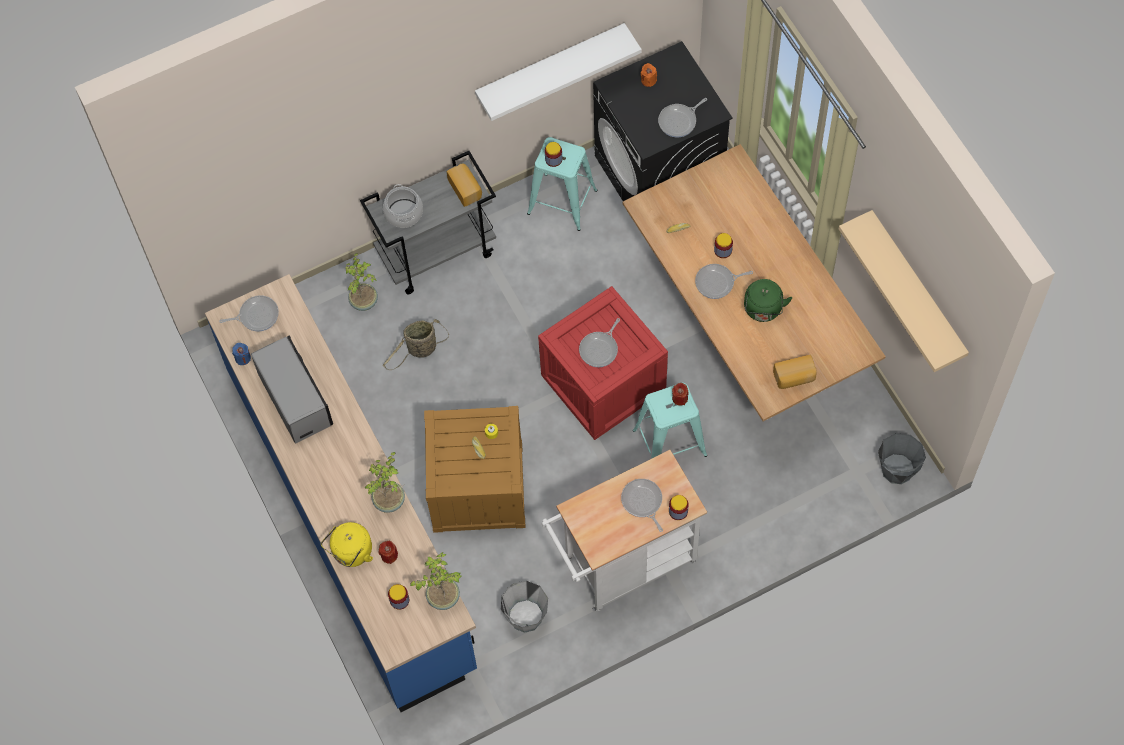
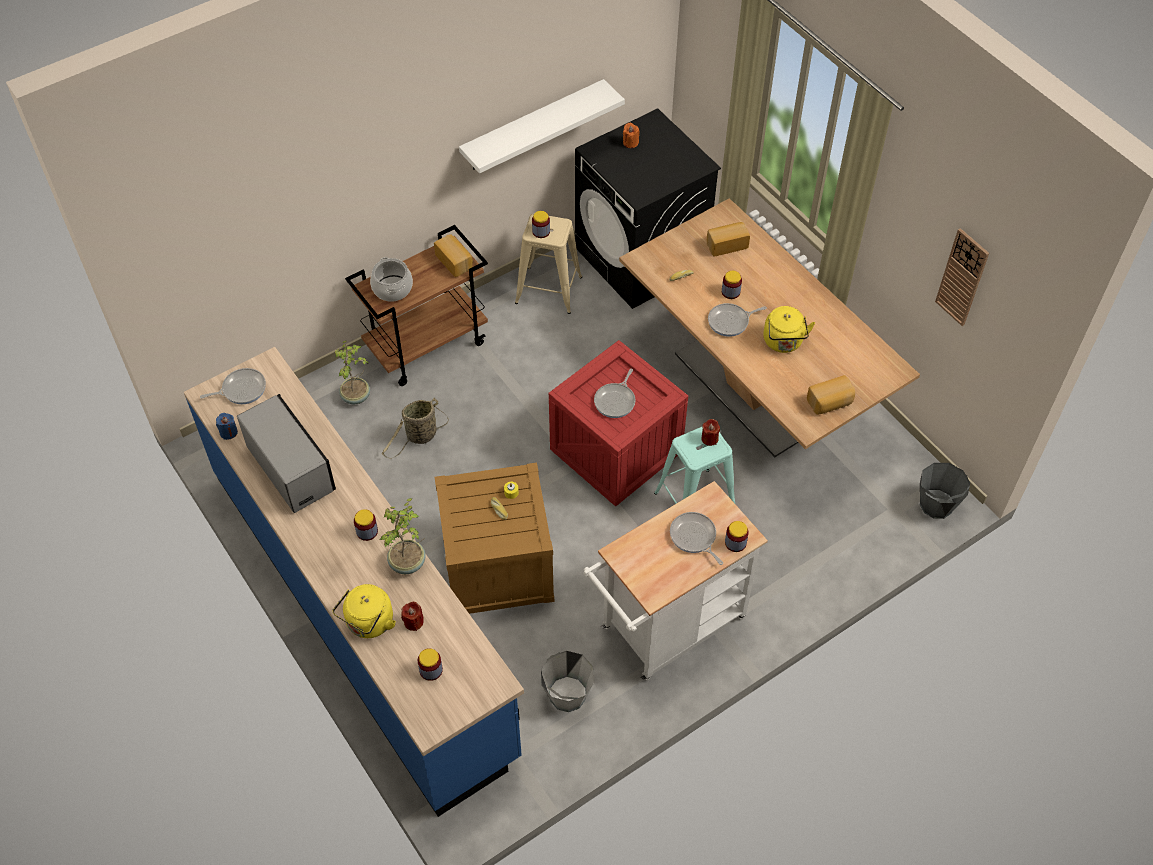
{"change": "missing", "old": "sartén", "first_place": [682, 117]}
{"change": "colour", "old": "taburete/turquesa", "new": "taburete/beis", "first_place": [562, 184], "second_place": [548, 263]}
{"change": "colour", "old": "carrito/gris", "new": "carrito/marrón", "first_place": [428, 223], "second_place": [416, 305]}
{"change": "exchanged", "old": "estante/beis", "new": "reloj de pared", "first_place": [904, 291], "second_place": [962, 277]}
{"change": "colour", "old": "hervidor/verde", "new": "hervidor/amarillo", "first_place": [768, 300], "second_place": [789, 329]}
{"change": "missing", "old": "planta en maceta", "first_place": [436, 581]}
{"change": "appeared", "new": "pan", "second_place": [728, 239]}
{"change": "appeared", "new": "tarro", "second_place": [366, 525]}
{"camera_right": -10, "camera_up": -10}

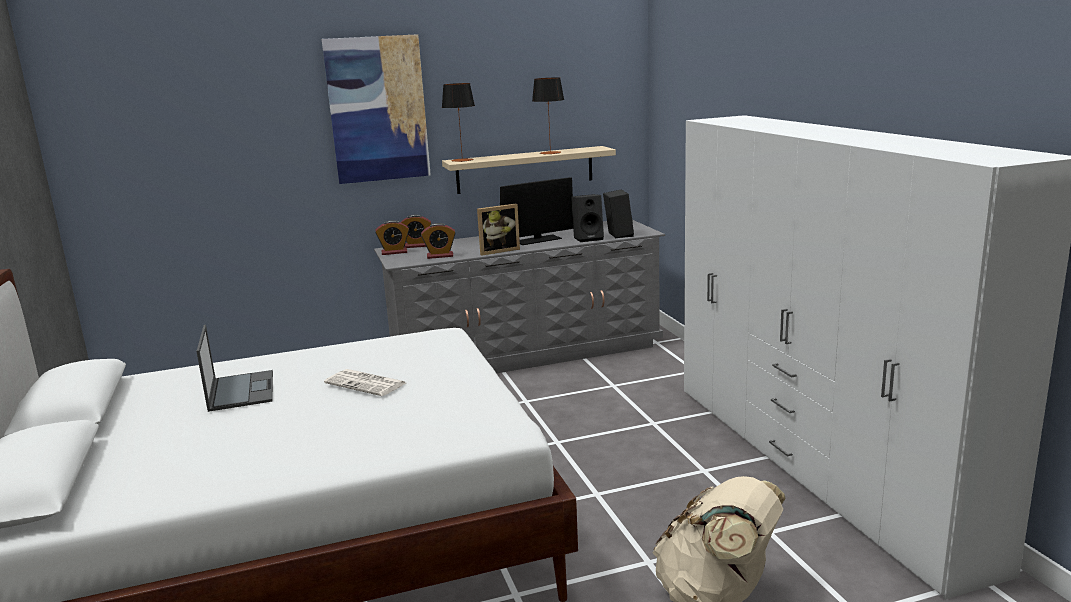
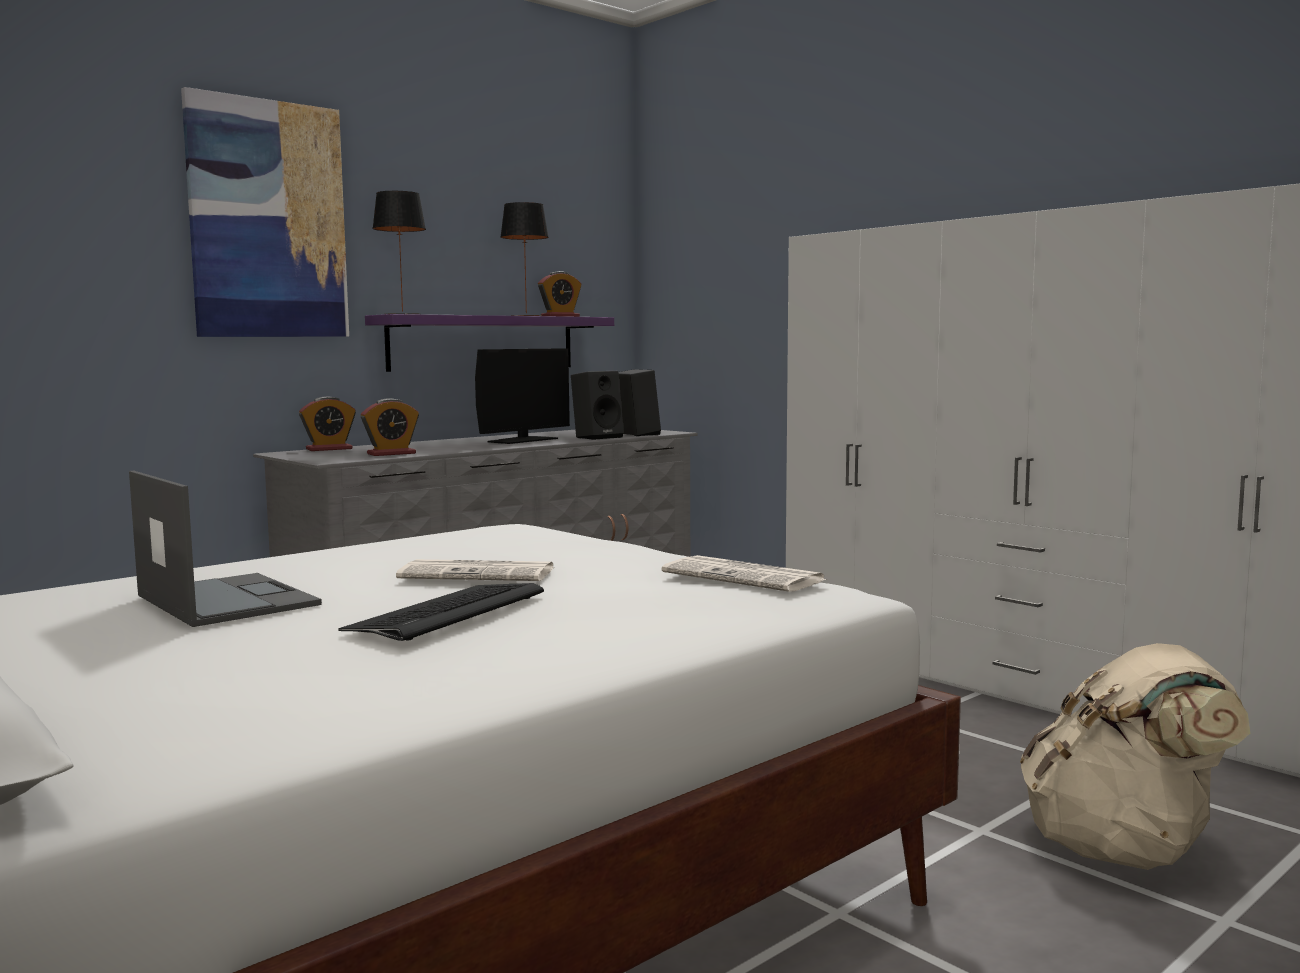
{"change": "colour", "old": "estante/beis", "new": "estante/morado", "first_place": [529, 170], "second_place": [489, 343]}
{"change": "missing", "old": "portarretratos", "first_place": [498, 229]}
{"change": "relocated", "old": "despertador", "first_place": [392, 237], "second_place": [559, 294]}
{"change": "appeared", "new": "periódico", "second_place": [744, 573]}
{"change": "appeared", "new": "teclado", "second_place": [441, 612]}
{"camera_right": -25, "camera_up": -10}

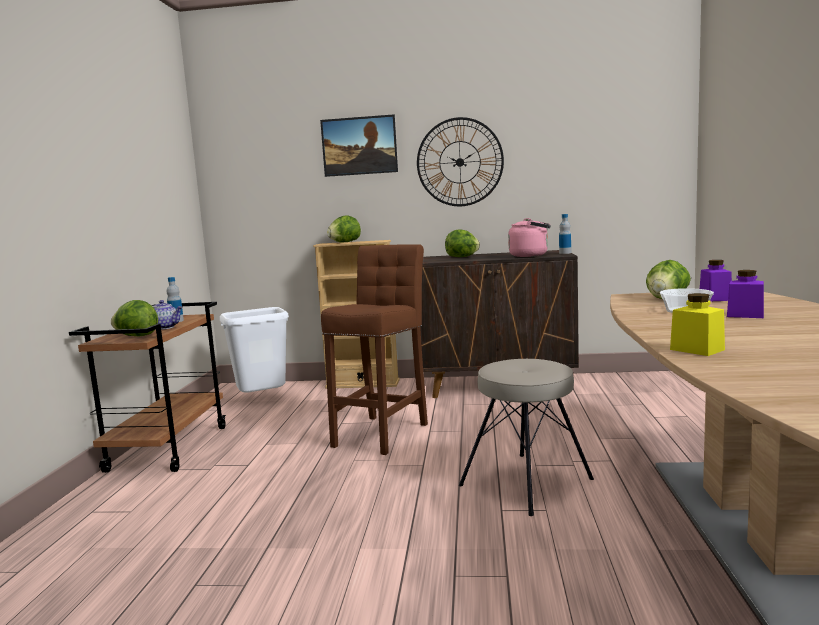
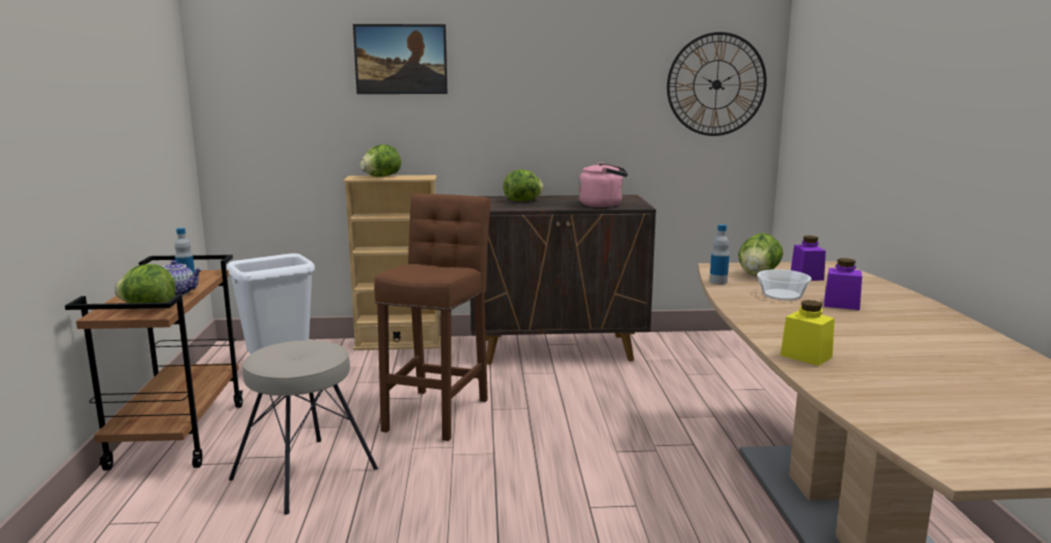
{"change": "relocated", "old": "reloj de pared", "first_place": [460, 161], "second_place": [717, 84]}
{"change": "relocated", "old": "botella", "first_place": [565, 234], "second_place": [719, 254]}
{"change": "relocated", "old": "taburete/beis", "first_place": [526, 437], "second_place": [303, 427]}
{"camera_right": -10, "camera_up": 5}

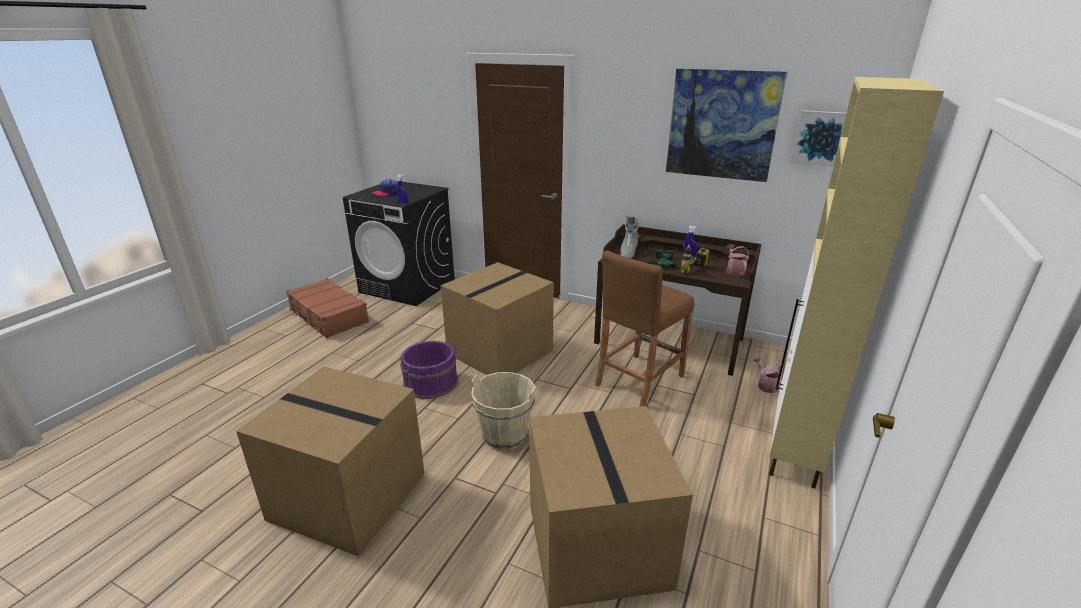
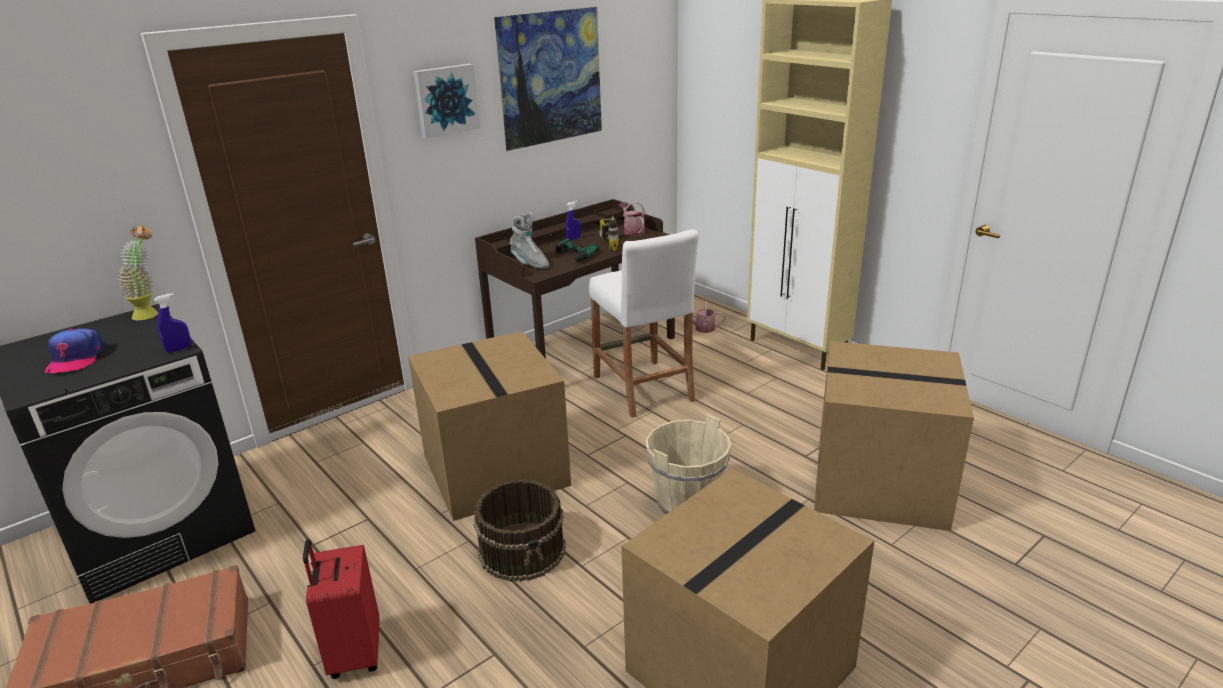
{"change": "relocated", "old": "cuadro", "first_place": [818, 138], "second_place": [446, 101]}
{"change": "spun", "old": "regadera", "first_place": [737, 260], "second_place": [631, 219], "degrees": 45}
{"change": "colour", "old": "taburete/marrón", "new": "taburete/blanco", "first_place": [644, 328], "second_place": [644, 324]}
{"change": "colour", "old": "cubo/morado", "new": "cubo/marrón", "first_place": [429, 369], "second_place": [520, 530]}
{"change": "appeared", "new": "planta en maceta", "second_place": [137, 272]}
{"change": "appeared", "new": "maleta/rojo", "second_place": [341, 609]}
{"camera_right": -65, "camera_up": 0}

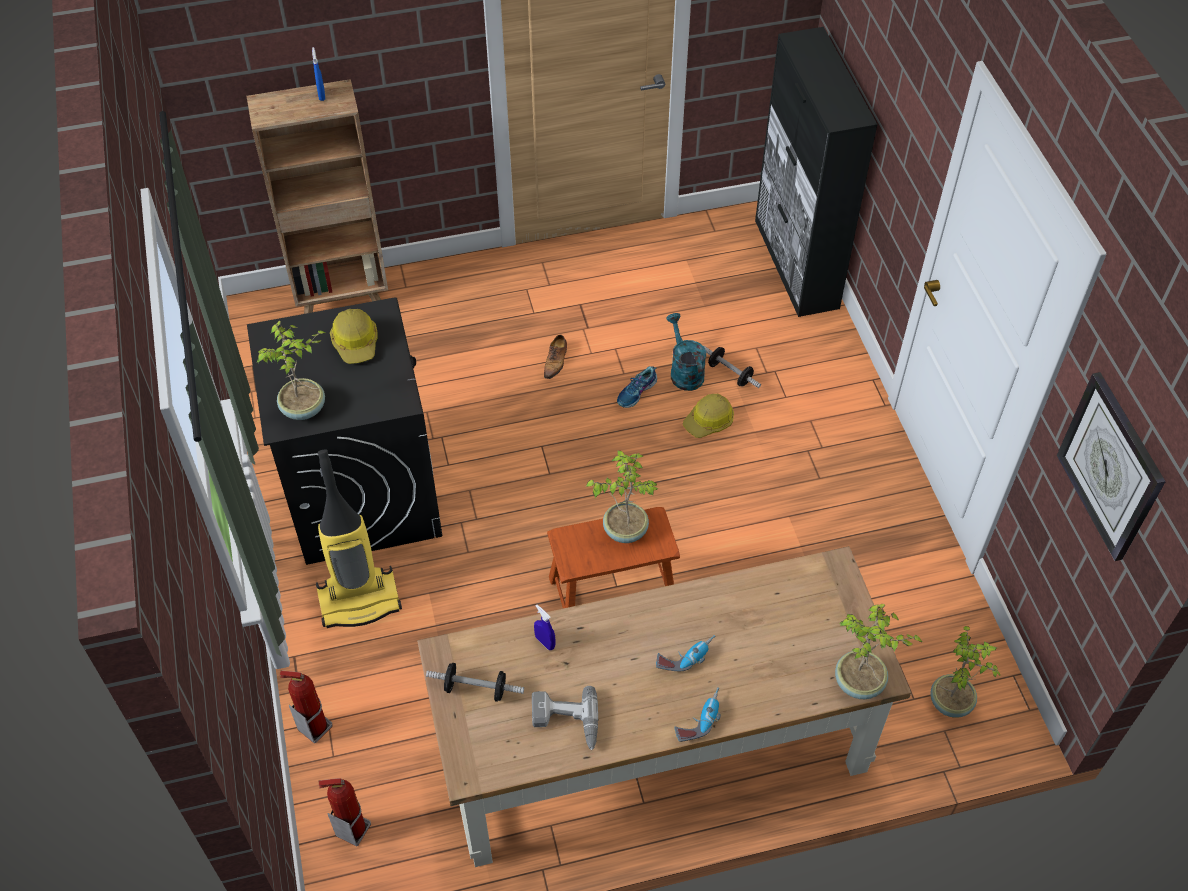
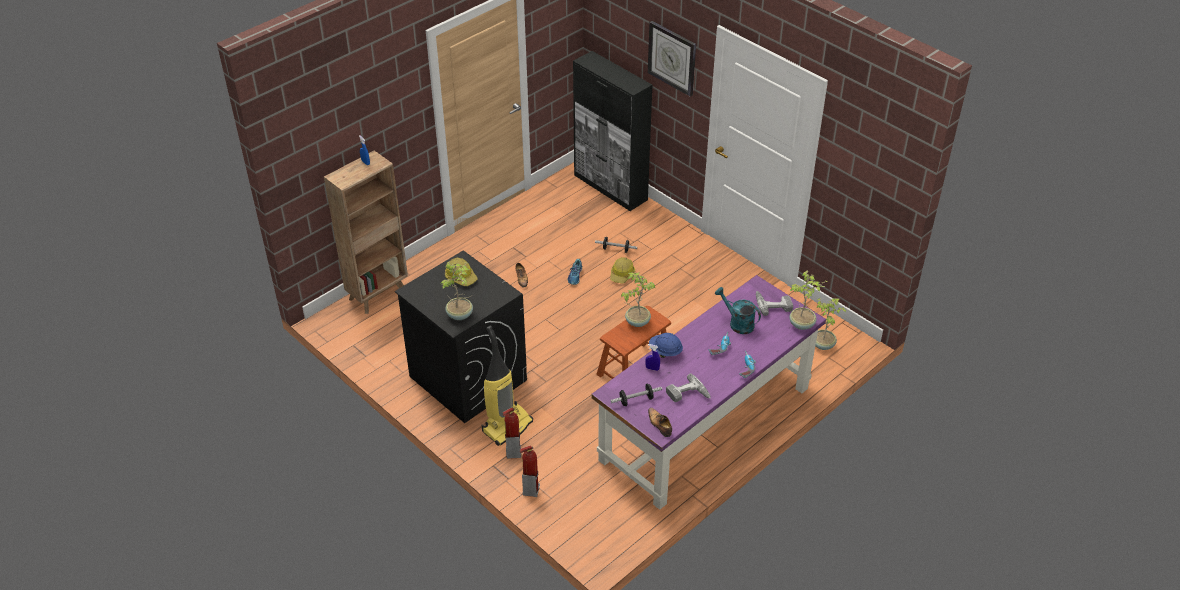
{"change": "relocated", "old": "regadera/turquesa", "first_place": [686, 352], "second_place": [738, 310]}
{"change": "relocated", "old": "reloj de pared", "first_place": [1111, 466], "second_place": [672, 59]}
{"change": "colour", "old": "escritorio/marrón", "new": "escritorio/morado", "first_place": [664, 706], "second_place": [708, 392]}
{"change": "relocated", "old": "extintor", "first_place": [345, 812], "second_place": [511, 433]}
{"change": "appeared", "new": "taladro", "second_place": [774, 303]}
{"change": "appeared", "new": "casco/azul", "second_place": [666, 345]}
{"change": "appeared", "new": "zapato", "second_place": [660, 422]}
{"camera_right": -30, "camera_up": -10}

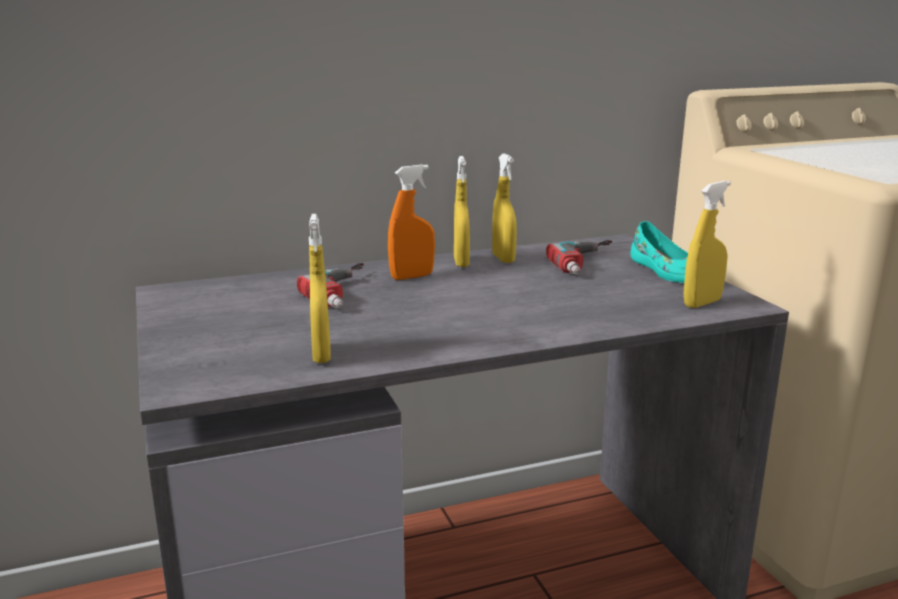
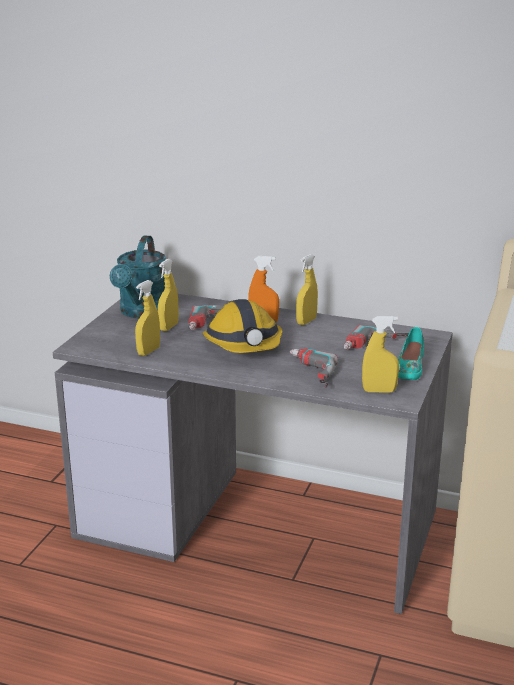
{"change": "relocated", "old": "pulverizador/amarillo", "first_place": [504, 208], "second_place": [168, 295]}
{"change": "appeared", "new": "regadera/turquesa", "second_place": [138, 277]}
{"change": "appeared", "new": "casco", "second_place": [242, 326]}
{"change": "appeared", "new": "taladro", "second_place": [314, 368]}
{"camera_right": 40, "camera_up": 5}

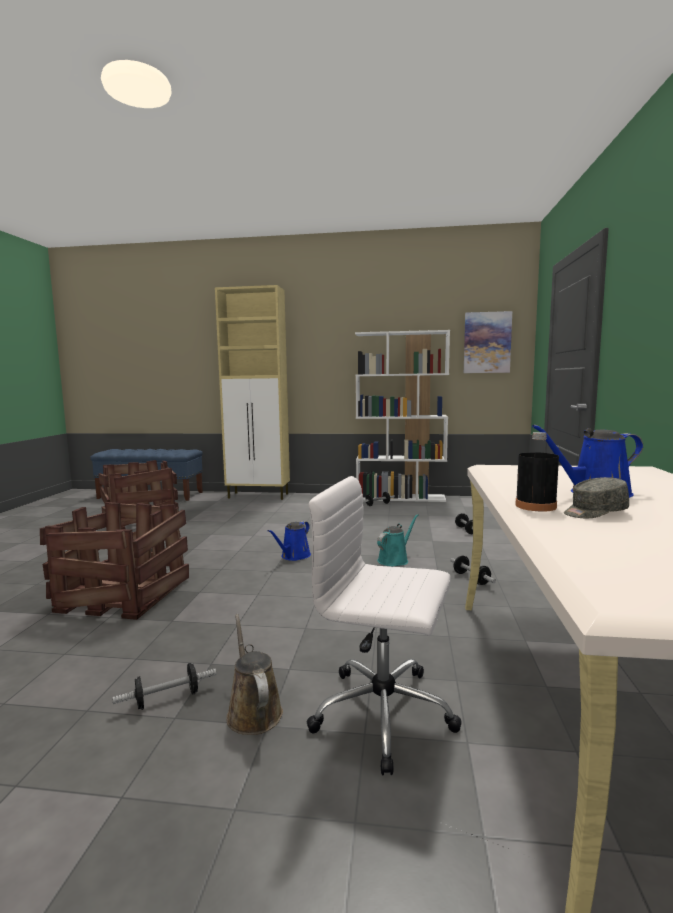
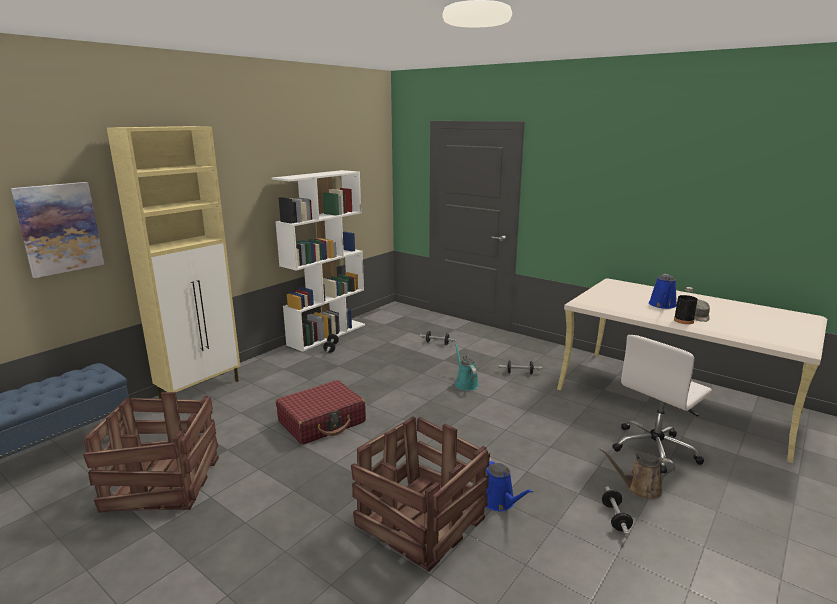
{"change": "relocated", "old": "cuadro", "first_place": [488, 342], "second_place": [57, 230]}
{"change": "relocated", "old": "regadera/azul", "first_place": [289, 541], "second_place": [509, 485]}
{"change": "appeared", "new": "maleta/rojo", "second_place": [321, 412]}
{"camera_right": -60, "camera_up": 10}

